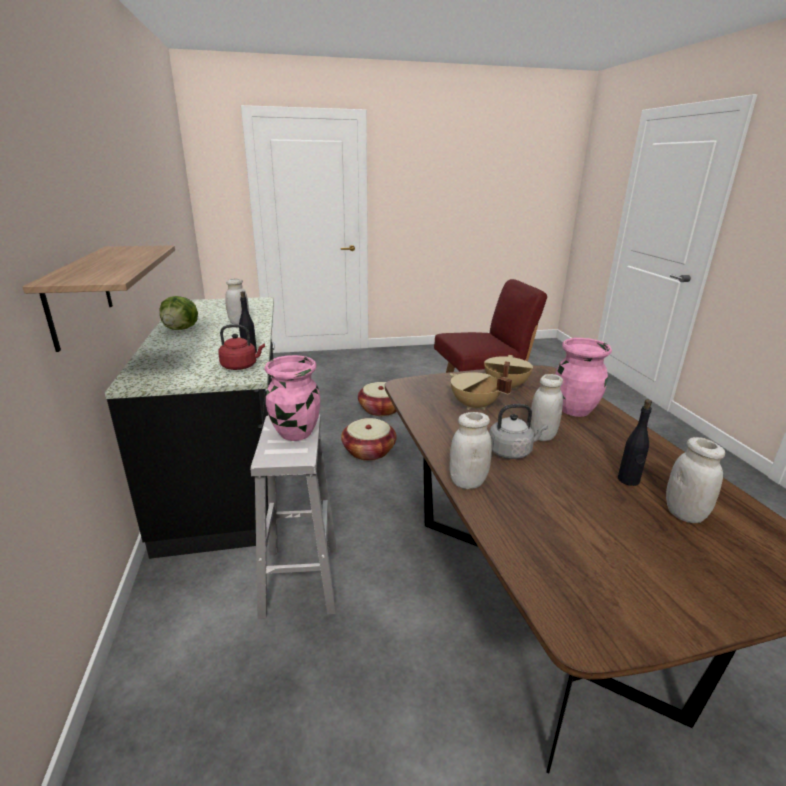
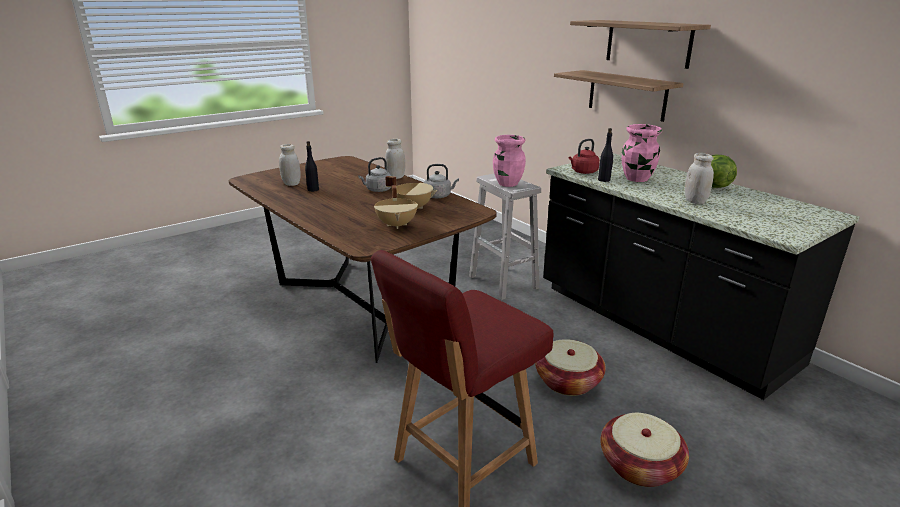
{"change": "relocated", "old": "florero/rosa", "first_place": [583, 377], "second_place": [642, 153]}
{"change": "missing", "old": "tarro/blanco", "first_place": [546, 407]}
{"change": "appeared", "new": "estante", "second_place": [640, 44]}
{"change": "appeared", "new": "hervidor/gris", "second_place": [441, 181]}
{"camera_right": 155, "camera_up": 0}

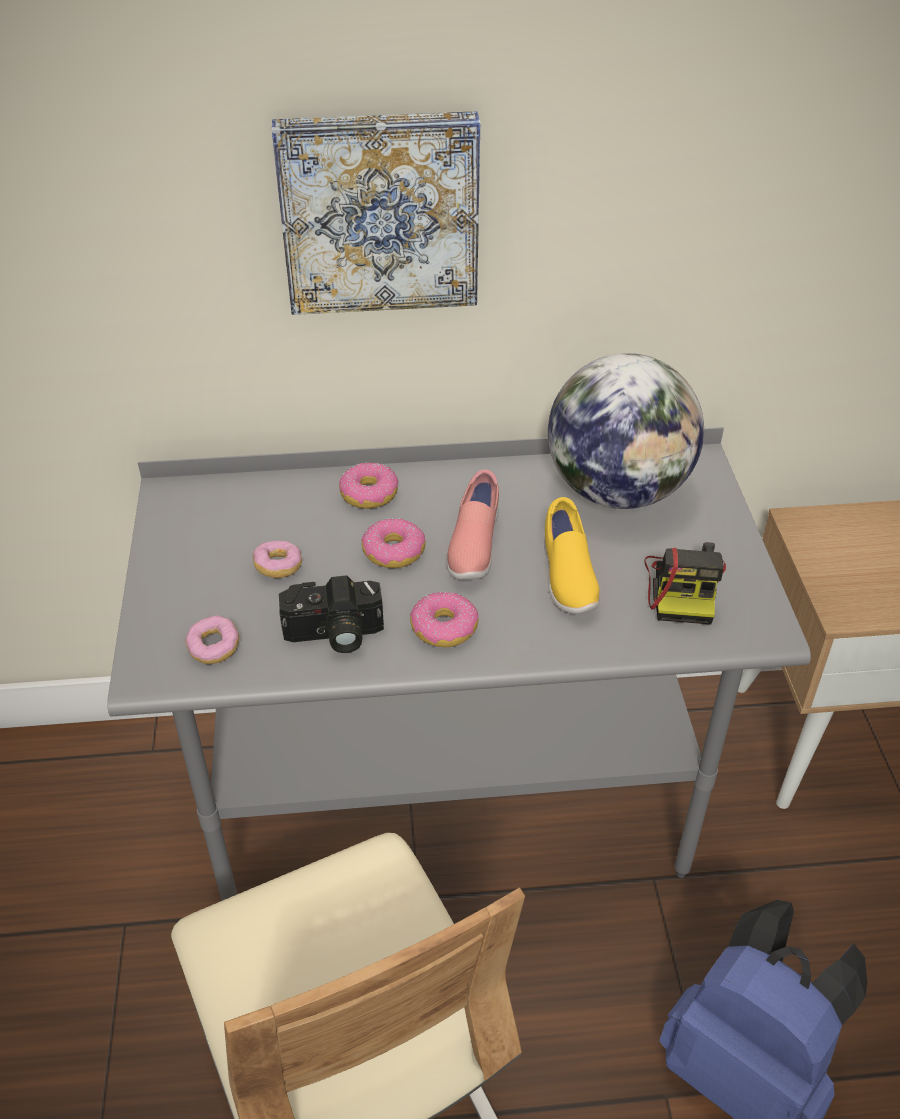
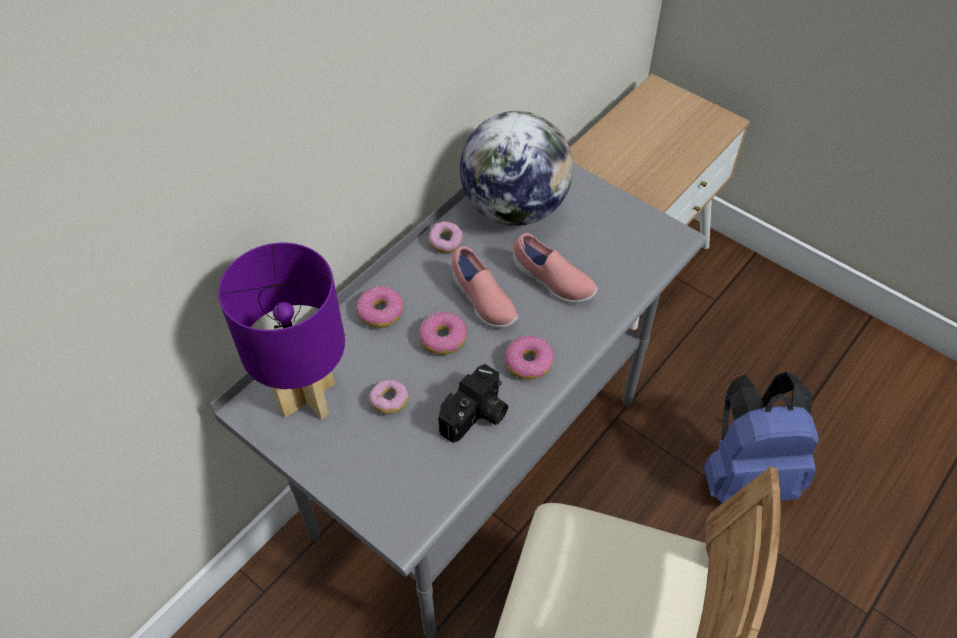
{"change": "missing", "old": "cuadro", "first_place": [376, 213]}
{"change": "colour", "old": "zapato/amarillo", "new": "zapato/rosa", "first_place": [572, 555], "second_place": [555, 268]}
{"change": "missing", "old": "cámara", "first_place": [685, 583]}
{"change": "relocated", "old": "rosquilla", "first_place": [212, 639], "second_place": [445, 237]}
{"change": "appeared", "new": "lámpara de mesa/morado", "second_place": [281, 331]}
{"camera_right": -45, "camera_up": 10}

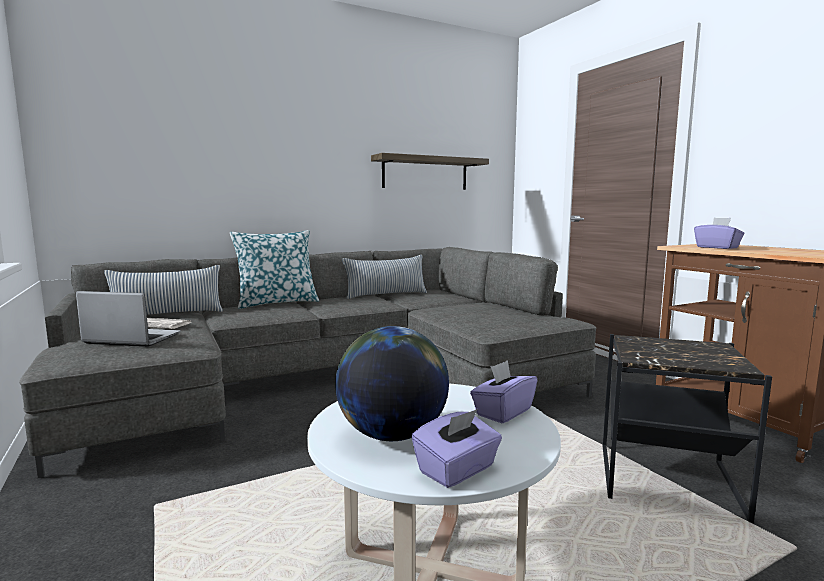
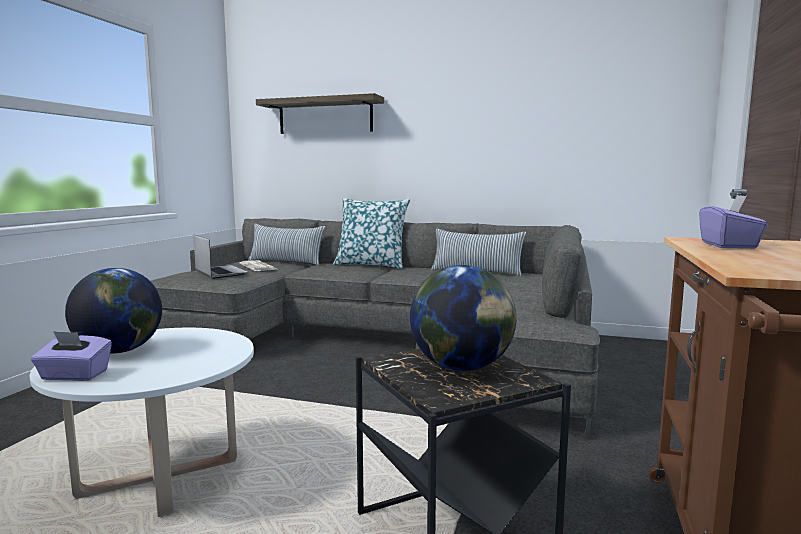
{"change": "relocated", "old": "estante", "first_place": [430, 171], "second_place": [320, 113]}
{"change": "missing", "old": "caja de pañuelos/morado", "first_place": [503, 391]}
{"change": "appeared", "new": "globo terráqueo", "second_place": [463, 318]}
{"camera_right": 45, "camera_up": 0}

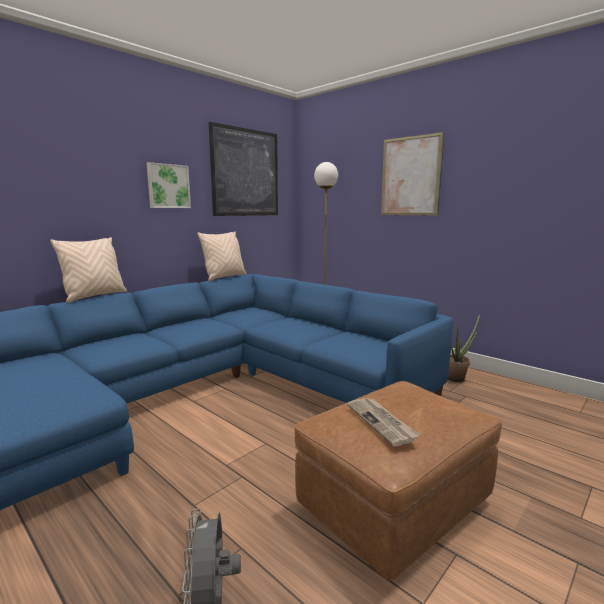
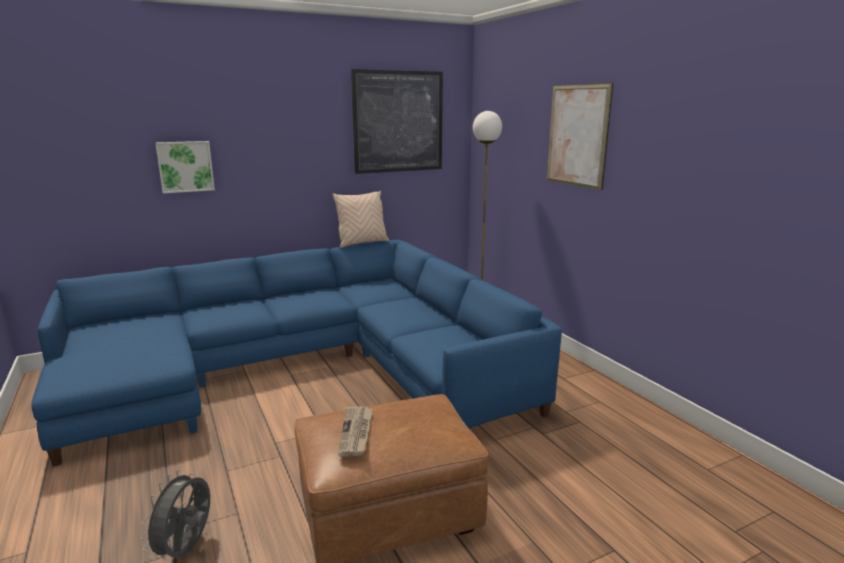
{"change": "relocated", "old": "cuadro", "first_place": [168, 185], "second_place": [185, 167]}
{"change": "missing", "old": "cojín/beis", "first_place": [88, 270]}
{"change": "missing", "old": "planta en maceta", "first_place": [464, 348]}
{"camera_right": 20, "camera_up": 5}

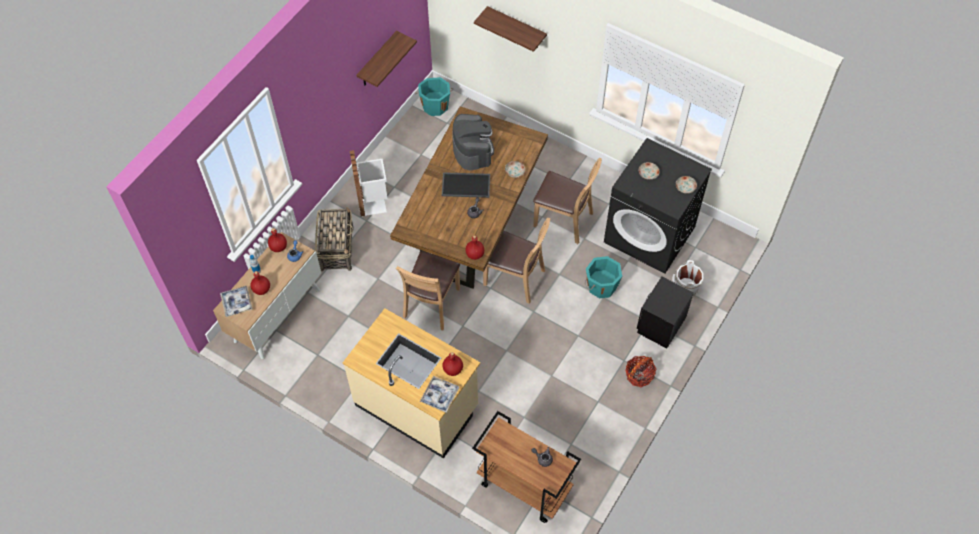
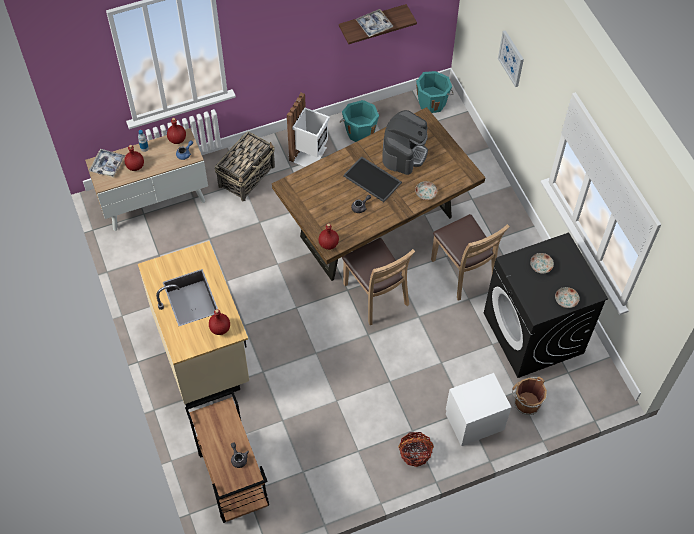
{"change": "exchanged", "old": "estante", "new": "cuadro", "first_place": [510, 29], "second_place": [511, 58]}
{"change": "missing", "old": "silla/marrón", "first_place": [428, 290]}
{"change": "relocated", "old": "cubo/turquesa", "first_place": [603, 277], "second_place": [360, 121]}
{"change": "colour", "old": "cubo/blanco", "new": "cubo/marrón", "first_place": [688, 278], "second_place": [529, 396]}
{"change": "colour", "old": "mesita de noche/negro", "new": "mesita de noche/blanco", "first_place": [665, 312], "second_place": [478, 409]}
{"change": "relocated", "old": "bandeja", "first_place": [439, 394], "second_place": [374, 23]}
{"camera_right": 35, "camera_up": 0}

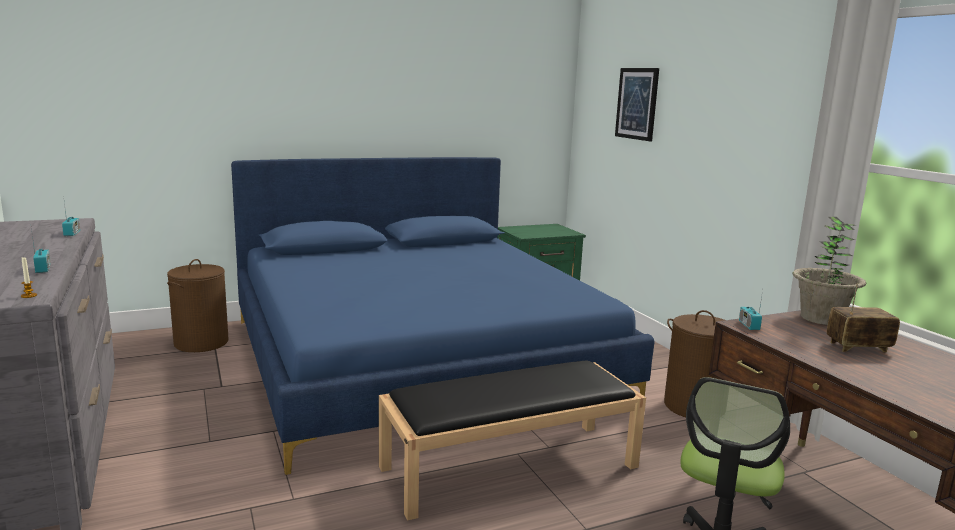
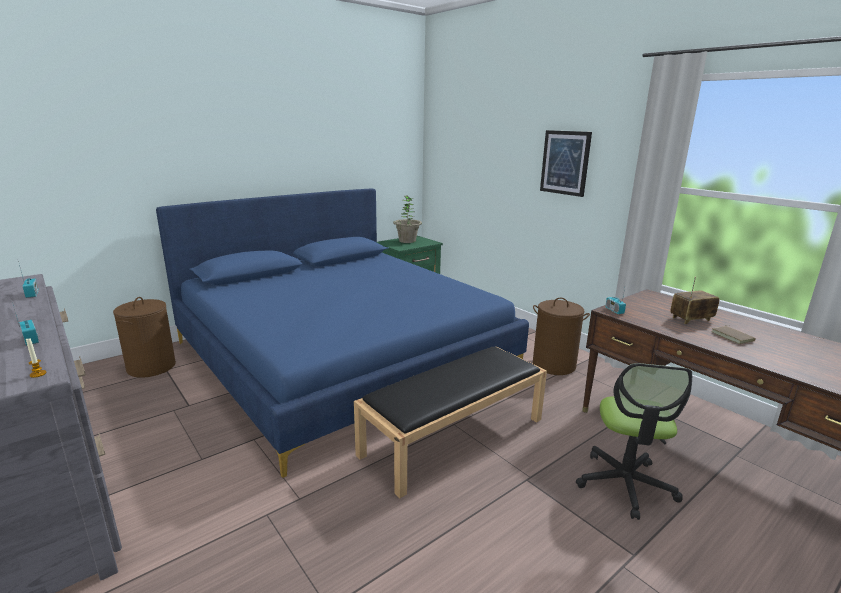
{"change": "relocated", "old": "cuadro", "first_place": [637, 104], "second_place": [566, 163]}
{"change": "relocated", "old": "planta en maceta", "first_place": [829, 271], "second_place": [407, 219]}
{"change": "appeared", "new": "libro/marrón", "second_place": [733, 334]}
{"camera_right": -15, "camera_up": 5}

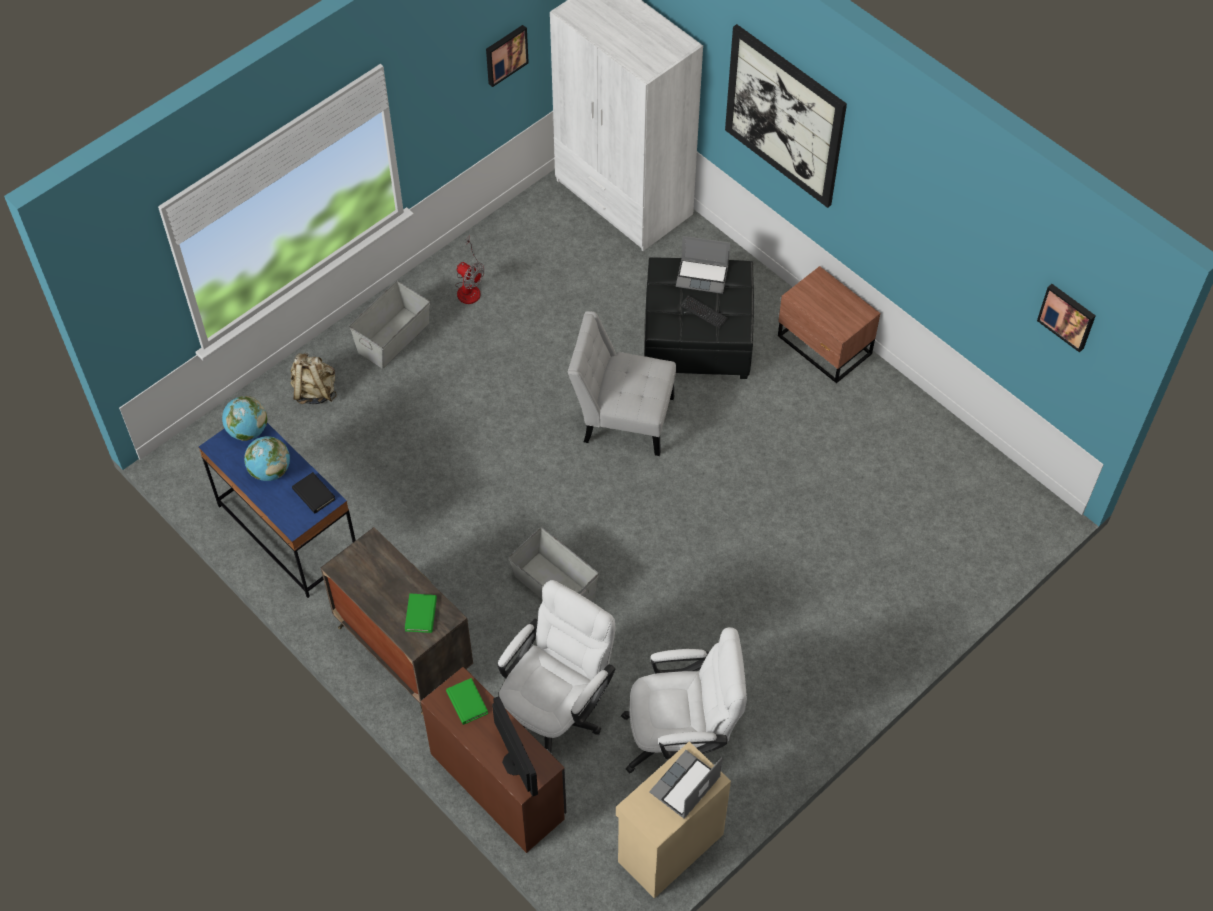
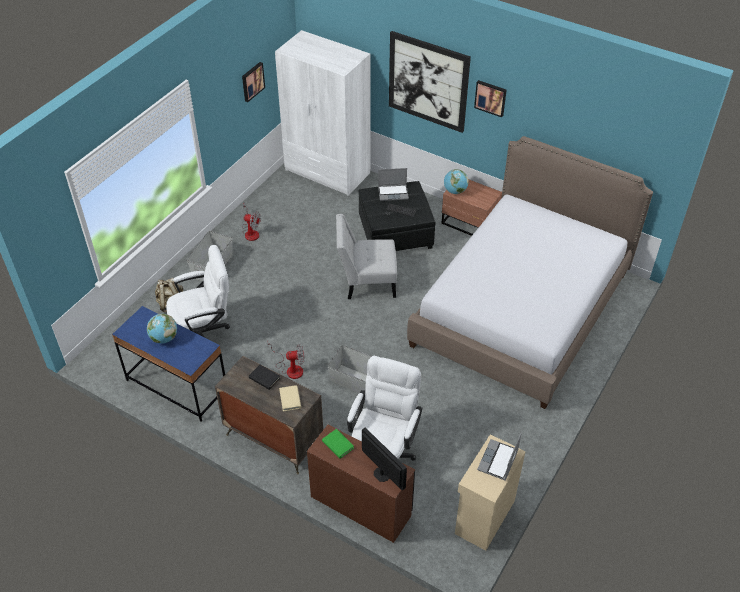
{"change": "relocated", "old": "cuadro", "first_place": [1066, 318], "second_place": [490, 98]}
{"change": "relocated", "old": "globo terráqueo", "first_place": [244, 418], "second_place": [456, 181]}
{"change": "relocated", "old": "libro/negro", "first_place": [314, 492], "second_place": [264, 377]}
{"change": "colour", "old": "libro/verde", "new": "libro/beis", "first_place": [421, 613], "second_place": [290, 398]}
{"change": "relocated", "old": "silla de oficina/blanco", "first_place": [684, 700], "second_place": [198, 291]}
{"change": "appeared", "new": "cama", "second_place": [530, 272]}
{"change": "appeared", "new": "ventilador", "second_place": [285, 359]}
{"camera_right": -15, "camera_up": -10}

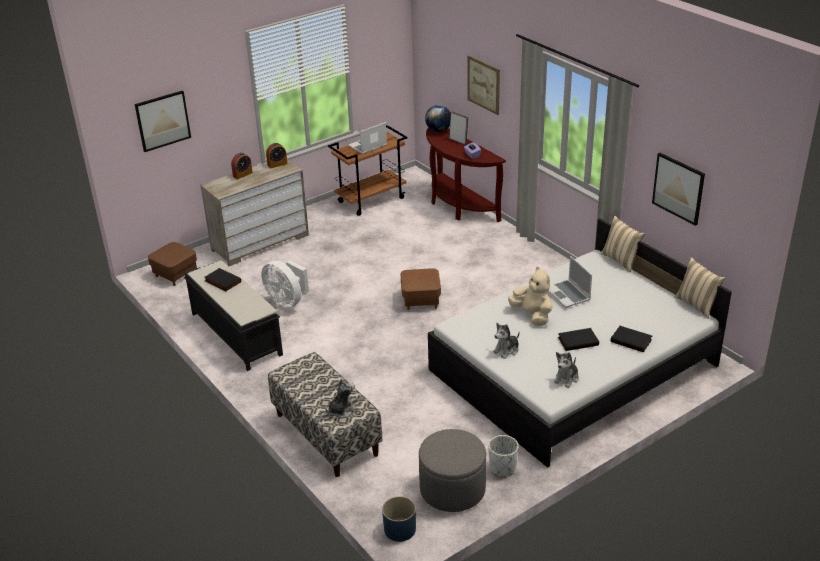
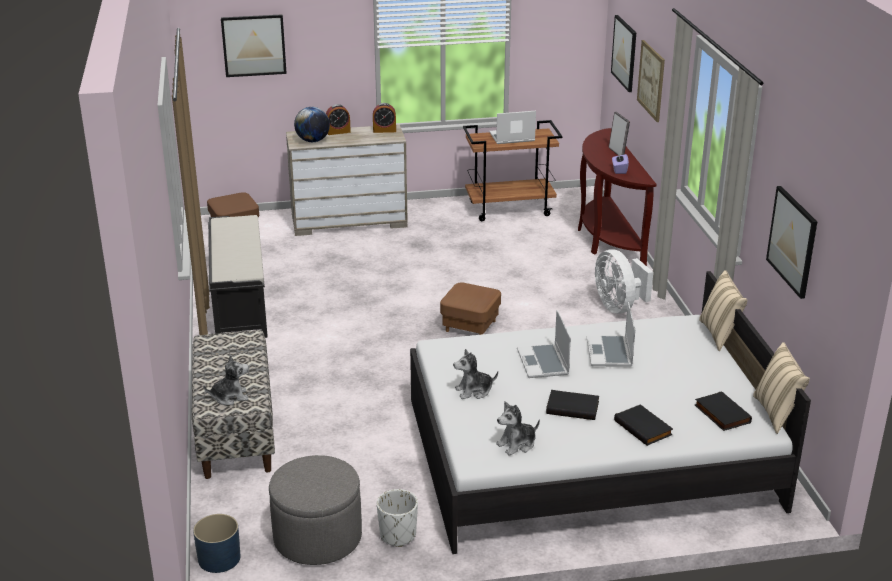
{"change": "relocated", "old": "globo terráqueo", "first_place": [438, 118], "second_place": [312, 124]}
{"change": "relocated", "old": "ventilador/blanco", "first_place": [285, 284], "second_place": [624, 281]}
{"change": "exchanged", "old": "peluche/beis", "new": "portátil", "first_place": [530, 296], "second_place": [544, 344]}
{"change": "relocated", "old": "libro/negro", "first_place": [222, 279], "second_place": [723, 411]}
{"change": "appeared", "new": "cuadro", "second_place": [623, 53]}
{"camera_right": 25, "camera_up": -5}

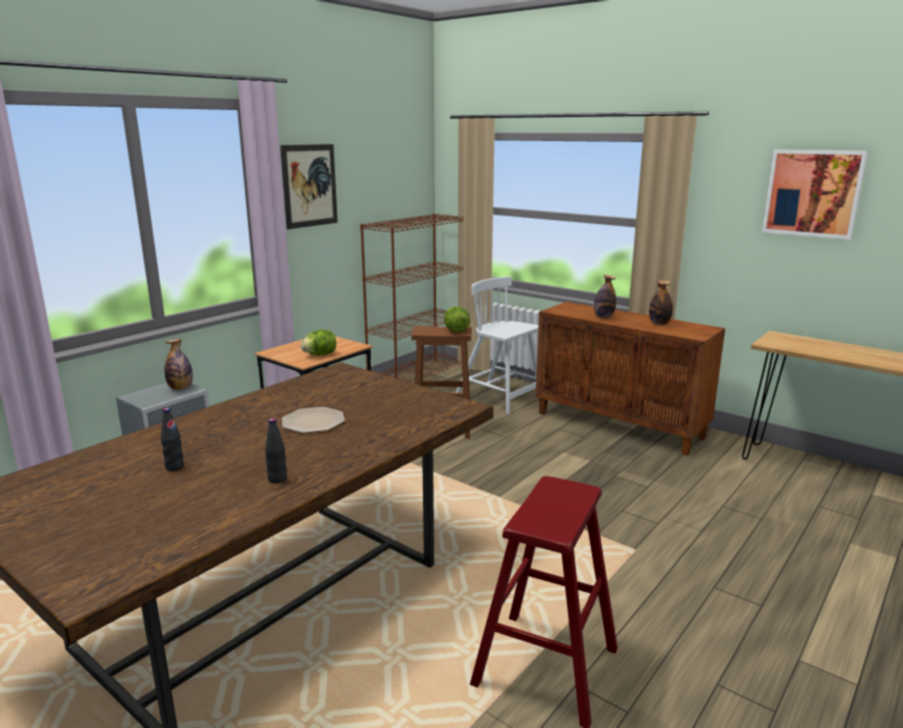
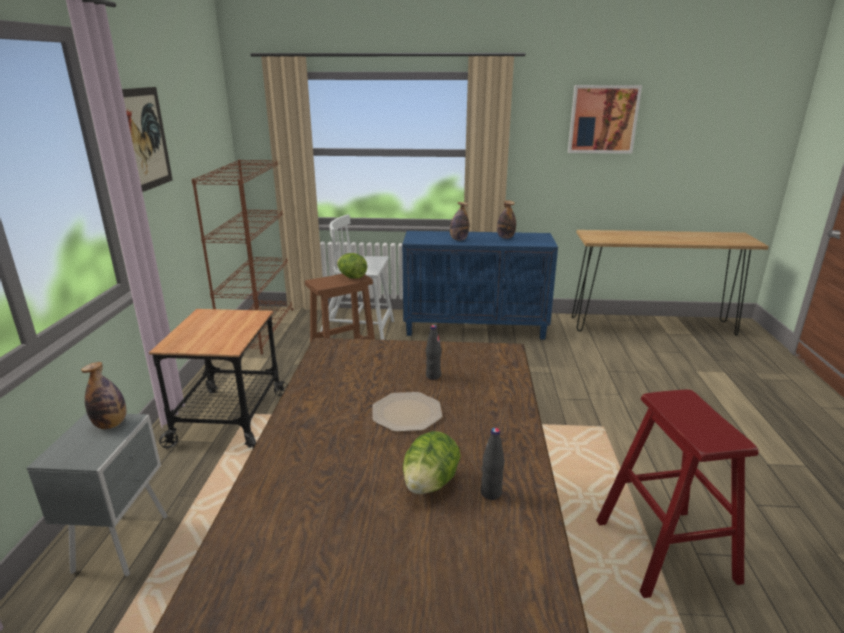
{"change": "colour", "old": "armario/marrón", "new": "armario/azul", "first_place": [630, 379], "second_place": [480, 285]}
{"change": "relocated", "old": "lechuga", "first_place": [318, 343], "second_place": [432, 462]}
{"change": "relocated", "old": "botella/negro", "first_place": [172, 439], "second_place": [433, 352]}
{"camera_right": -35, "camera_up": 5}

